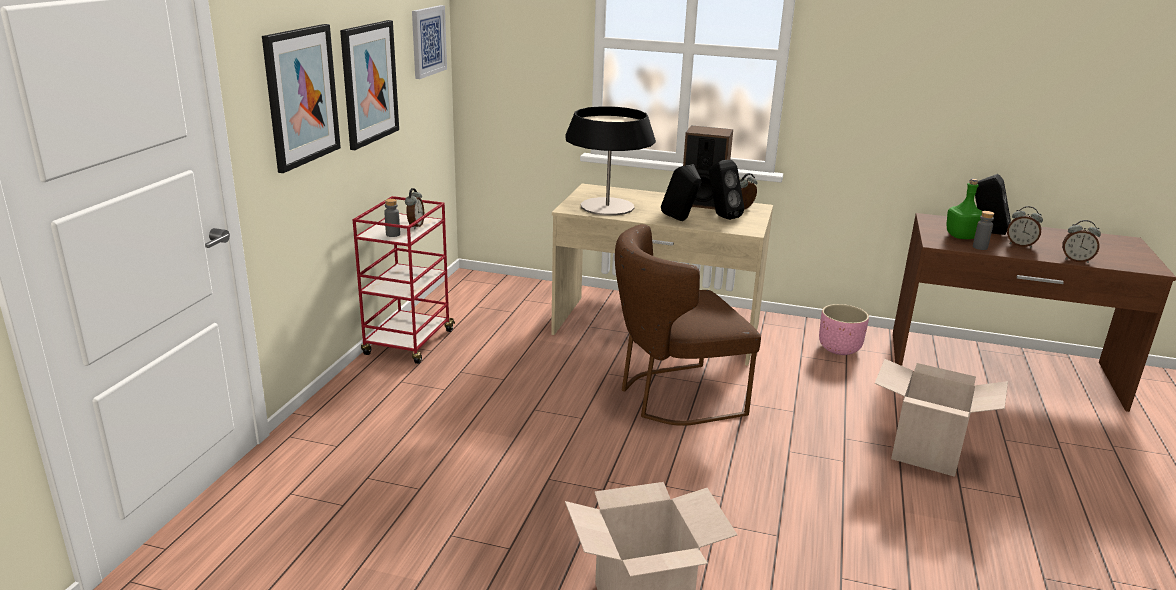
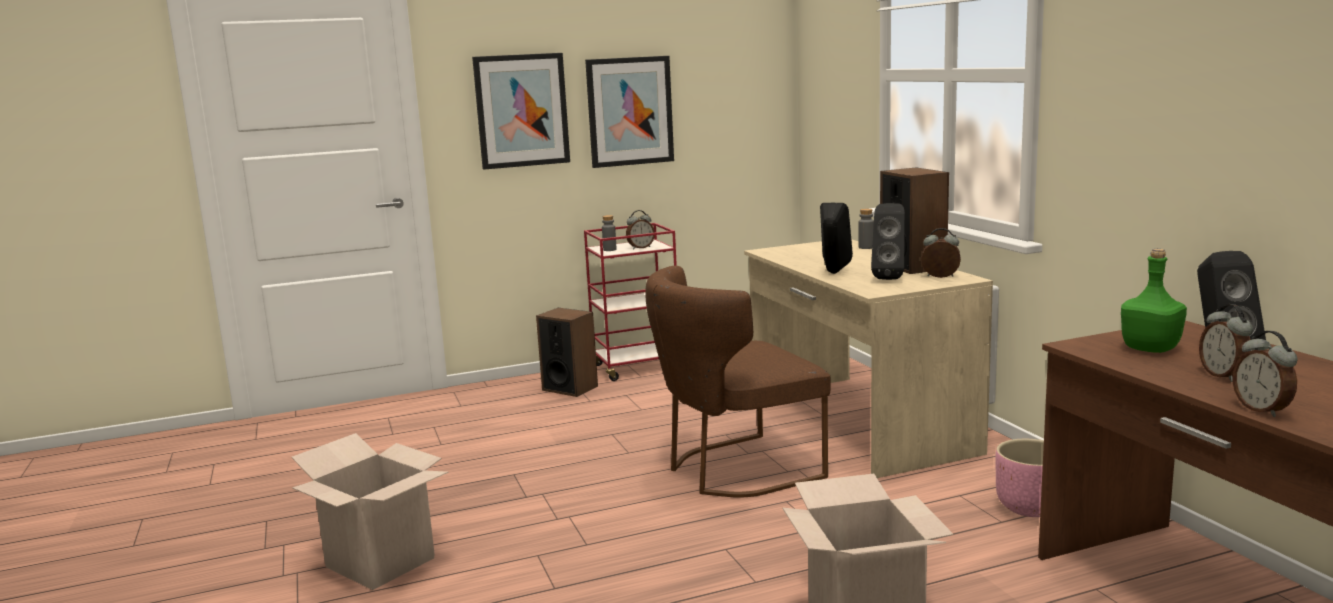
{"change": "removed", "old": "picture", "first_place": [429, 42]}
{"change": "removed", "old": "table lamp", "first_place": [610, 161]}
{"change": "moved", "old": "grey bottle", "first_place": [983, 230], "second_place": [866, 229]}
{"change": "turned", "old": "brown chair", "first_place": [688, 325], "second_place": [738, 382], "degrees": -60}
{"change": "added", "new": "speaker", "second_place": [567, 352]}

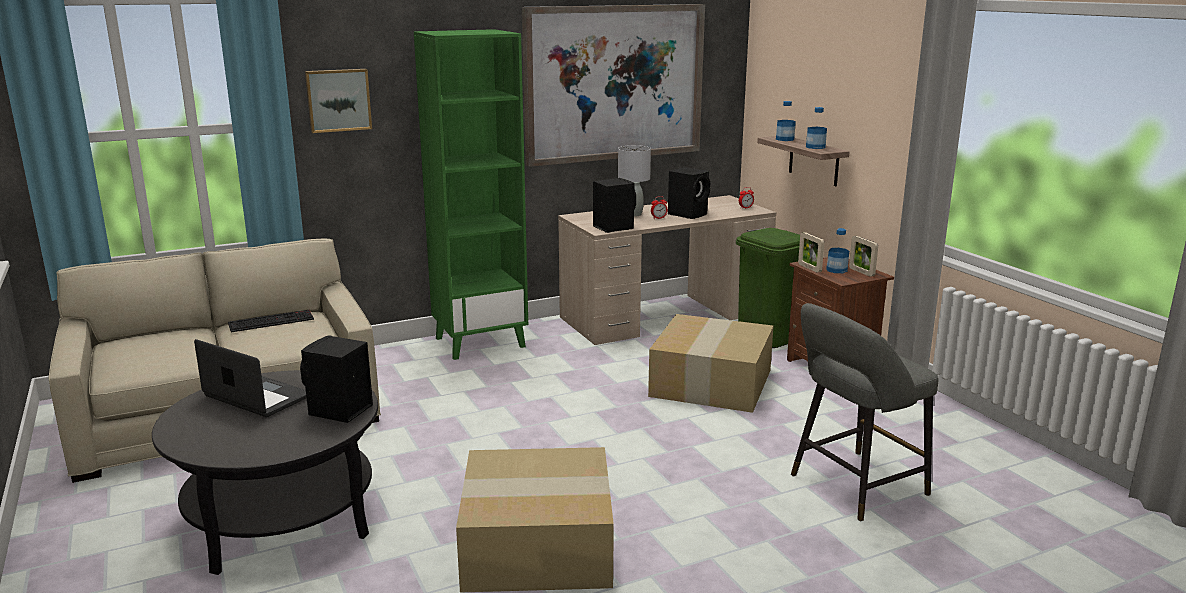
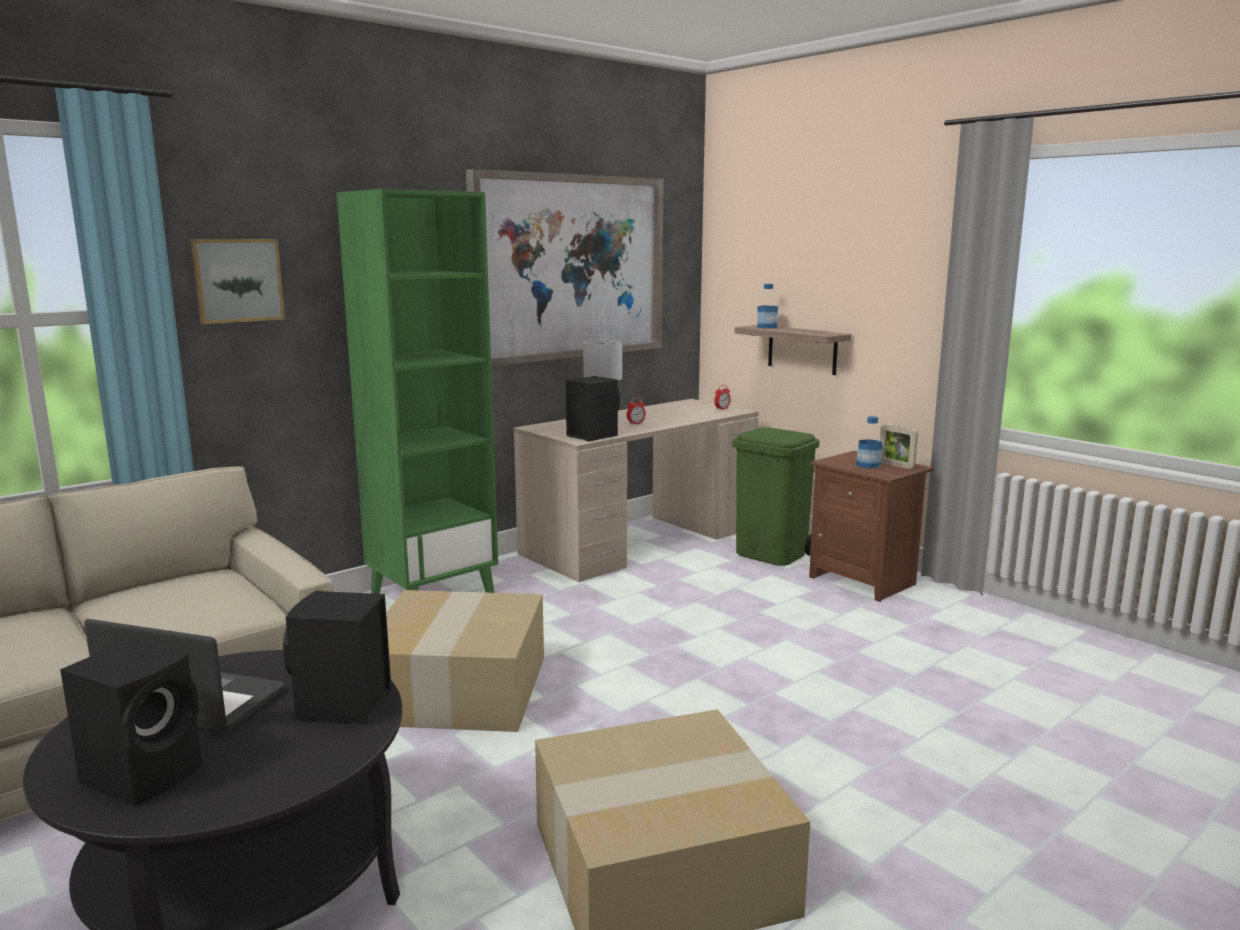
{"change": "removed", "old": "bottle", "first_place": [816, 128]}
{"change": "moved", "old": "black speaker", "first_place": [689, 193], "second_place": [131, 722]}
{"change": "removed", "old": "picture frame", "first_place": [811, 252]}
{"change": "removed", "old": "grey stool", "first_place": [865, 412]}
{"change": "removed", "old": "keyboard", "first_place": [271, 321]}
{"change": "moved", "old": "cardboard box", "first_place": [710, 363], "second_place": [465, 661]}

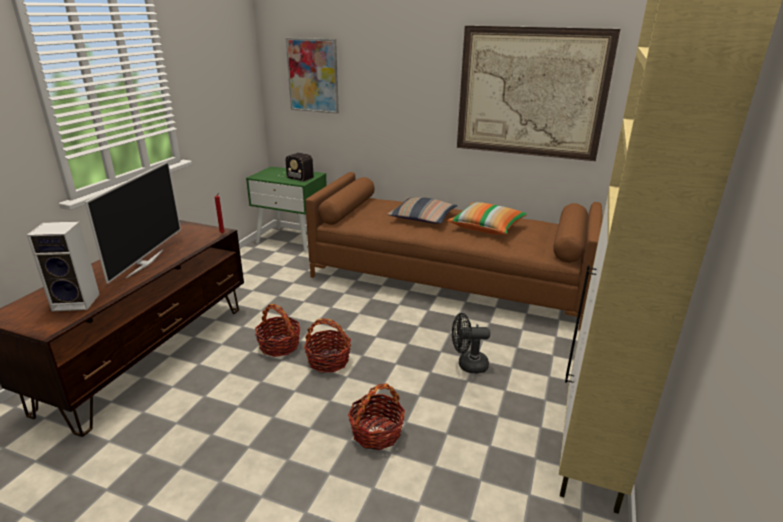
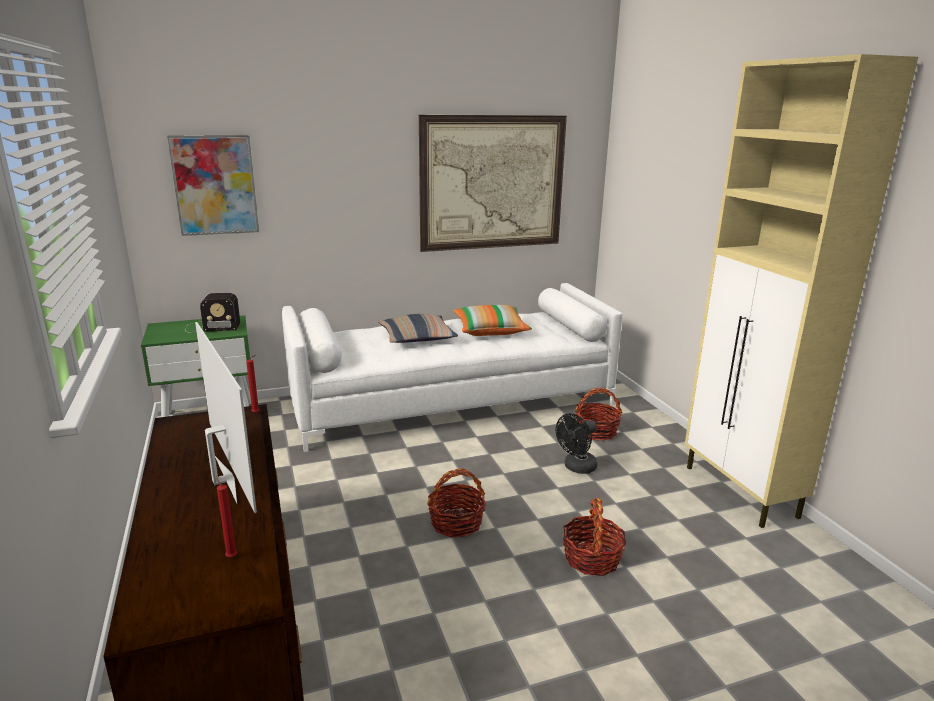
{"change": "recoloured", "old": "brown sofa", "new": "white sofa", "first_place": [453, 251], "second_place": [452, 367]}
{"change": "replaced", "old": "speaker", "new": "red candle", "first_place": [63, 266], "second_place": [226, 516]}
{"change": "moved", "old": "basket", "first_place": [277, 330], "second_place": [598, 414]}

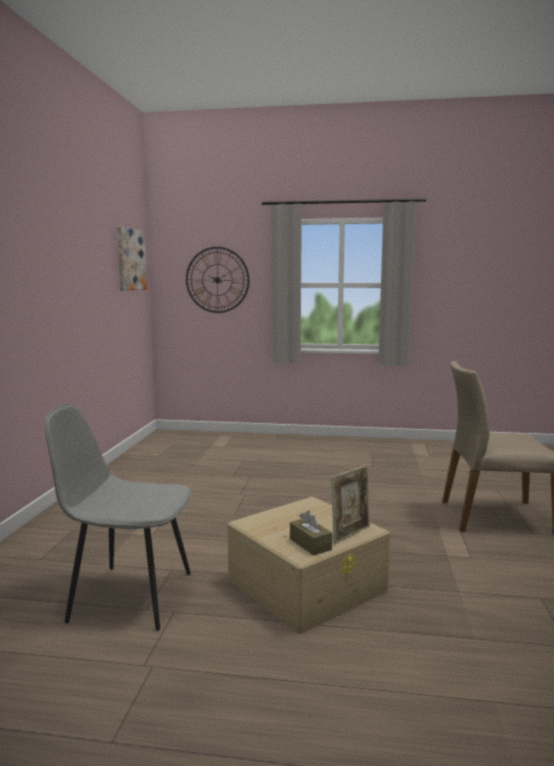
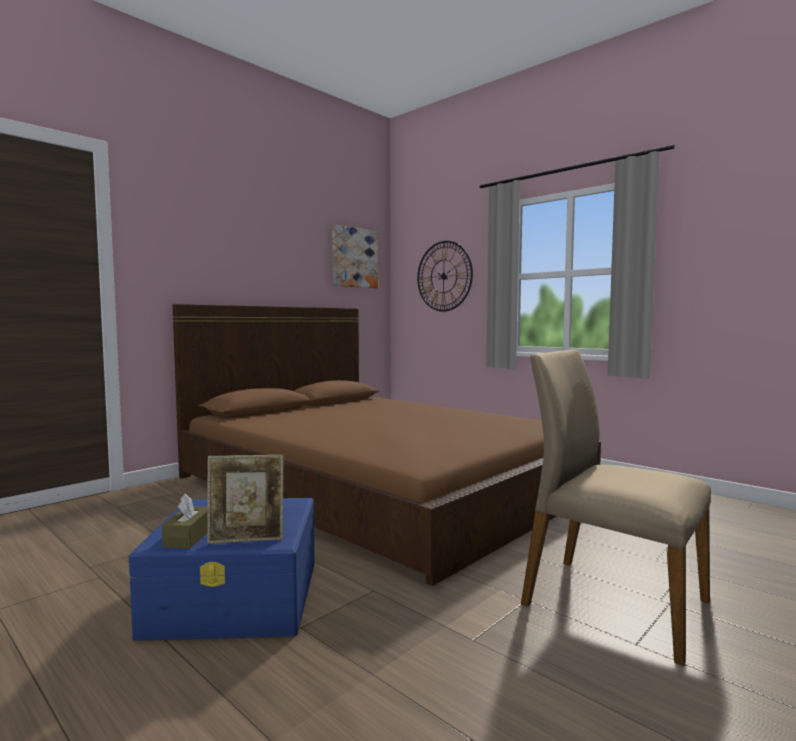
{"change": "removed", "old": "grey chair", "first_place": [118, 517]}
{"change": "recoloured", "old": "beige storage box", "new": "blue storage box", "first_place": [308, 565], "second_place": [222, 569]}
{"change": "added", "new": "brown bed", "second_place": [386, 445]}

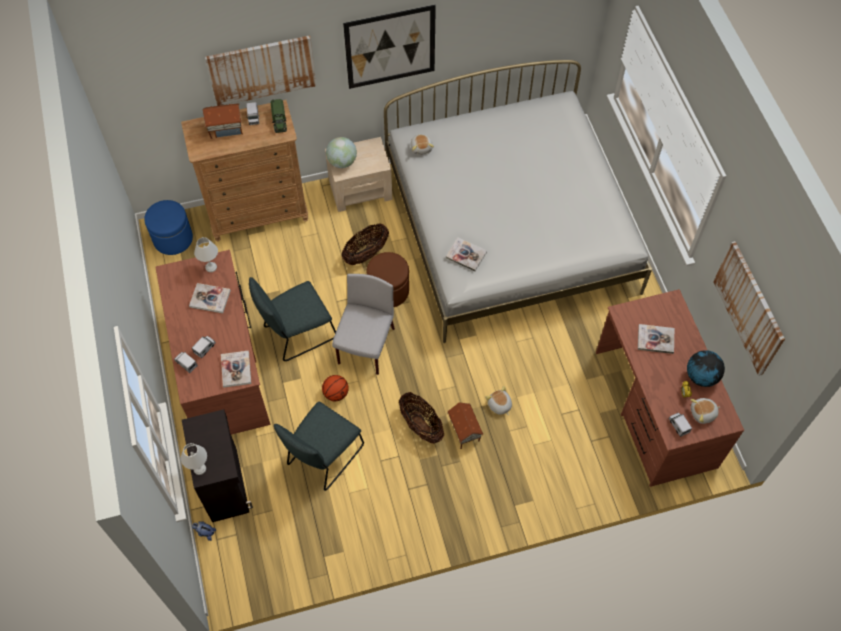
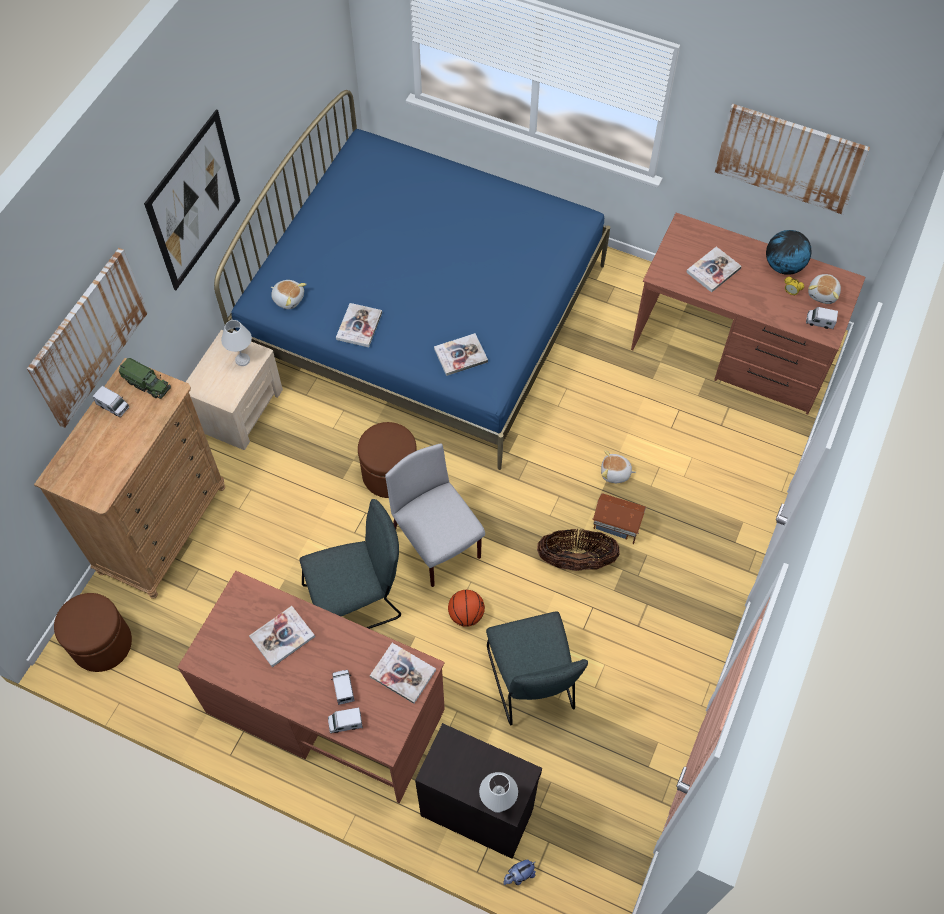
{"change": "recoloured", "old": "white bed", "new": "blue bed", "first_place": [518, 201], "second_place": [412, 280]}
{"change": "removed", "old": "toy house", "first_place": [222, 121]}
{"change": "removed", "old": "globe", "first_place": [341, 152]}
{"change": "recoloured", "old": "blue ottoman", "new": "brown ottoman", "first_place": [168, 227], "second_place": [93, 632]}
{"change": "removed", "old": "basket", "first_place": [365, 244]}
{"change": "moved", "old": "white table lamp", "first_place": [206, 254], "second_place": [236, 343]}
{"change": "turned", "old": "grey chair", "first_place": [292, 319], "second_place": [350, 564], "degrees": -120}
{"change": "added", "new": "book", "second_place": [359, 325]}

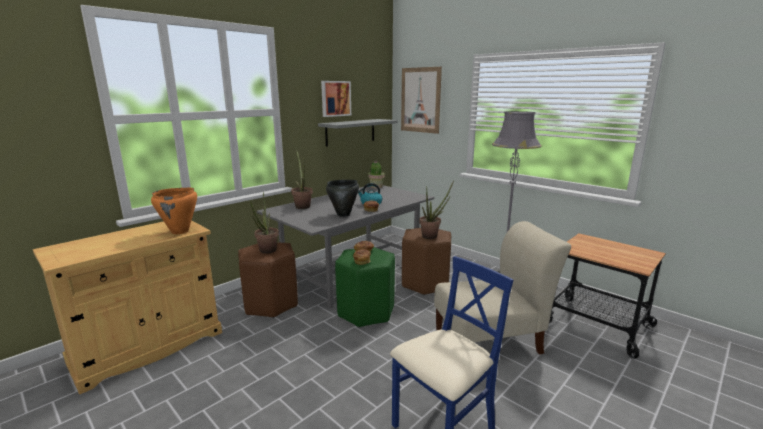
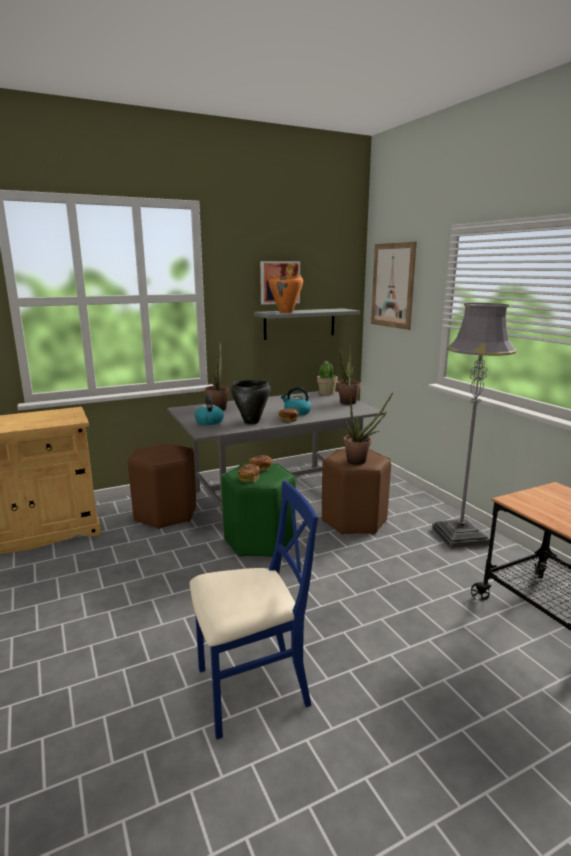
{"change": "moved", "old": "orange cooking pot", "first_place": [174, 211], "second_place": [286, 294]}
{"change": "moved", "old": "potted plant", "first_place": [264, 223], "second_place": [349, 375]}
{"change": "removed", "old": "beige chair", "first_place": [502, 287]}
{"change": "added", "new": "kettle", "second_place": [209, 410]}

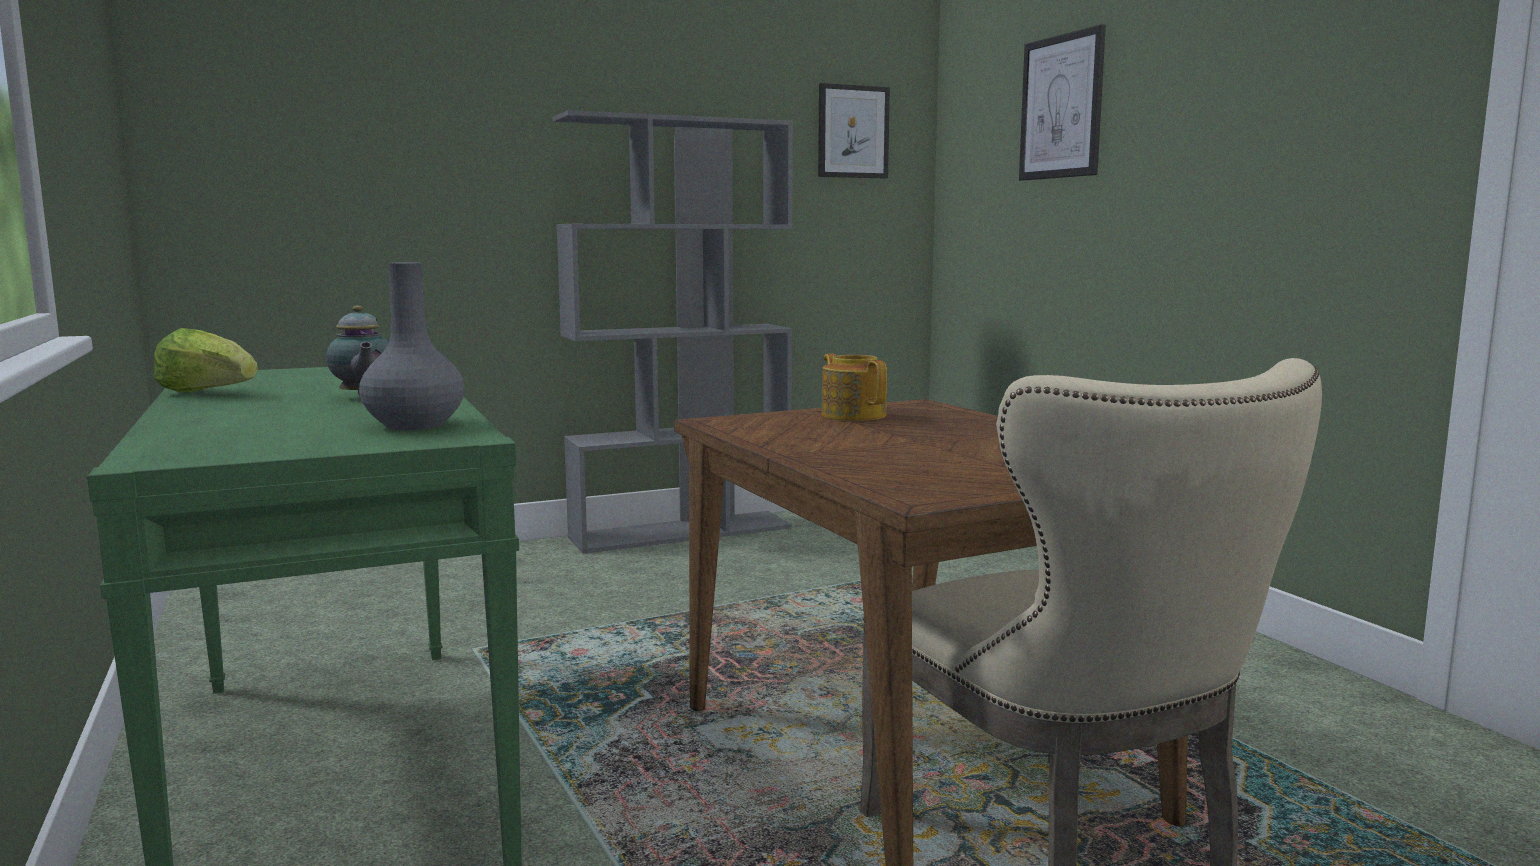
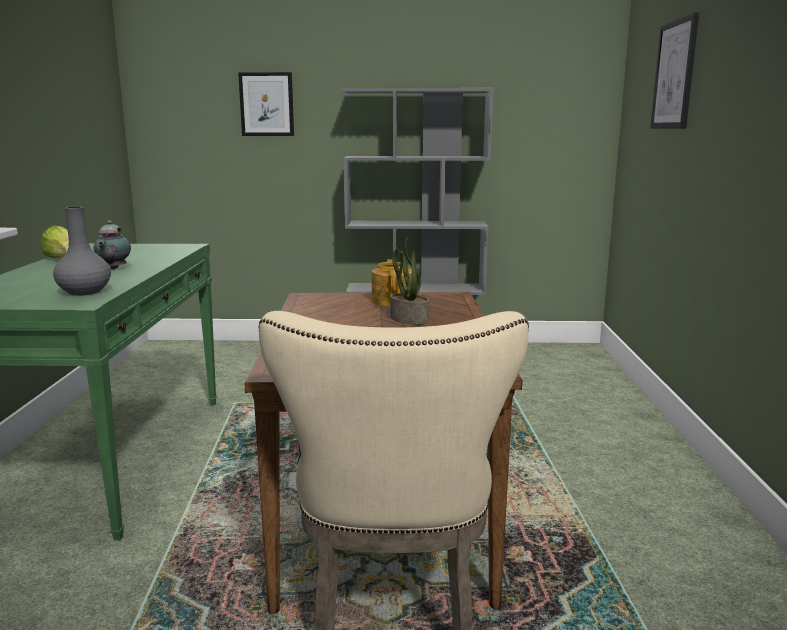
{"change": "moved", "old": "picture", "first_place": [854, 131], "second_place": [266, 104]}
{"change": "added", "new": "potted plant", "second_place": [410, 280]}

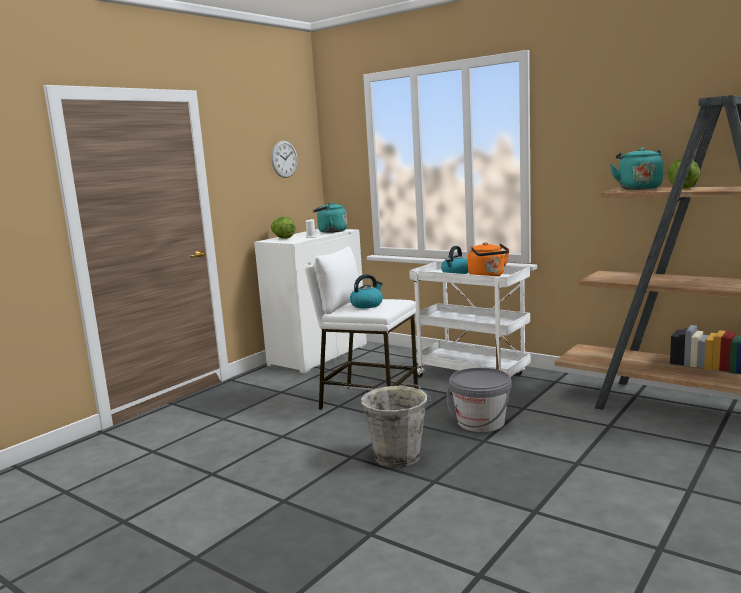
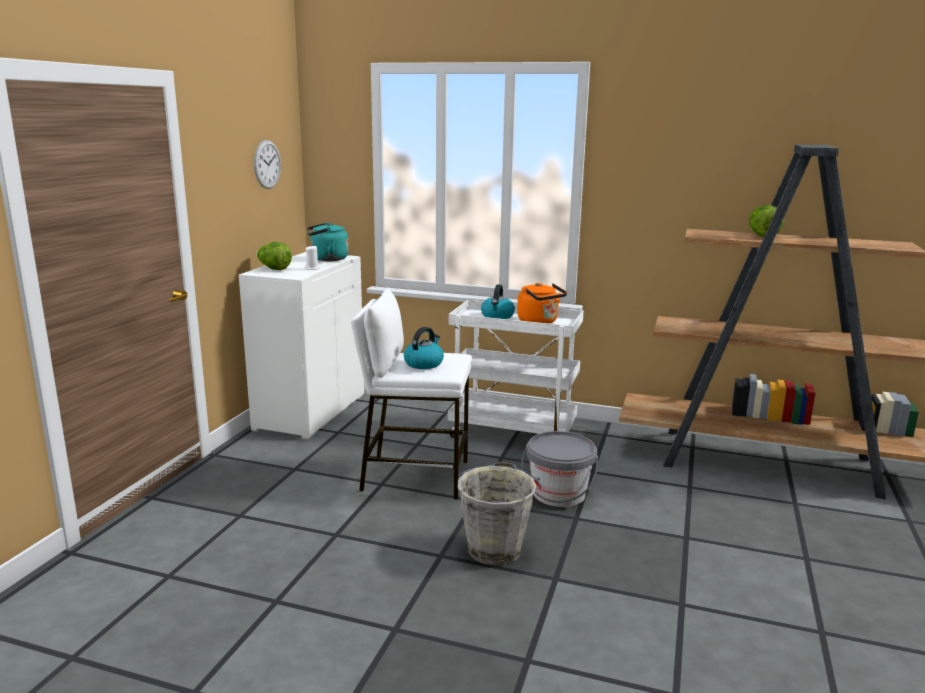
{"change": "removed", "old": "turquoise kettle", "first_place": [637, 168]}

